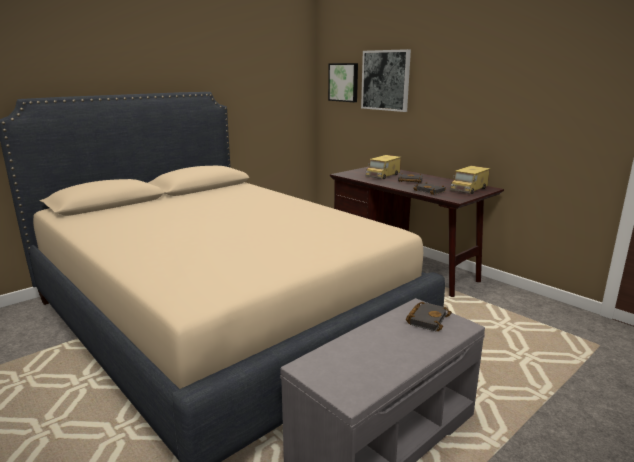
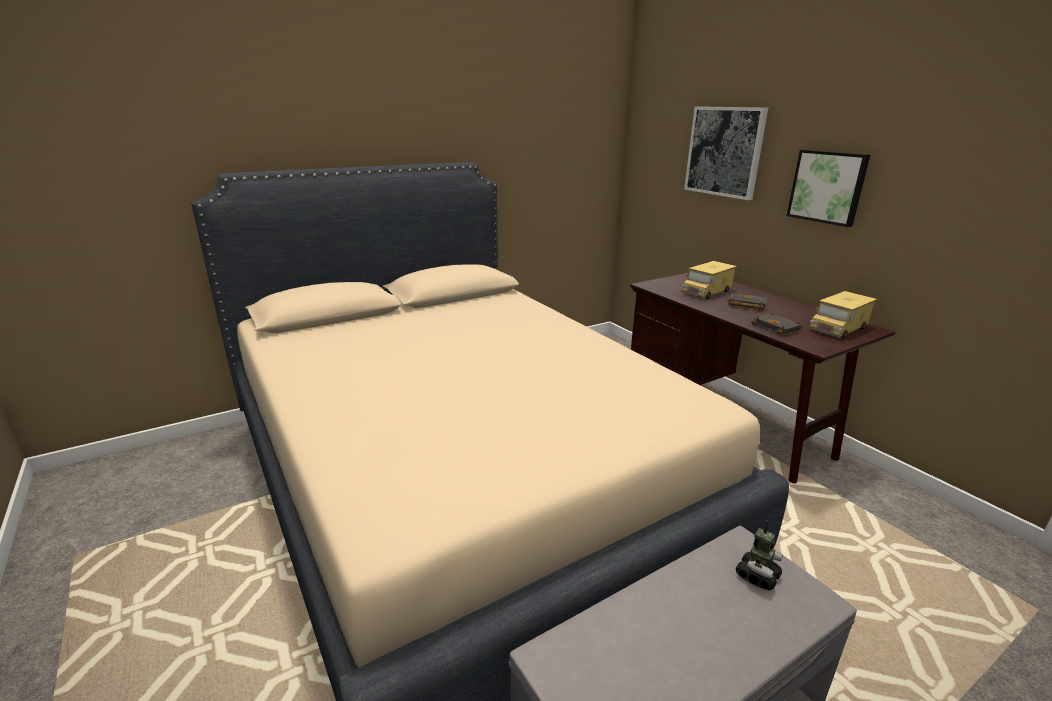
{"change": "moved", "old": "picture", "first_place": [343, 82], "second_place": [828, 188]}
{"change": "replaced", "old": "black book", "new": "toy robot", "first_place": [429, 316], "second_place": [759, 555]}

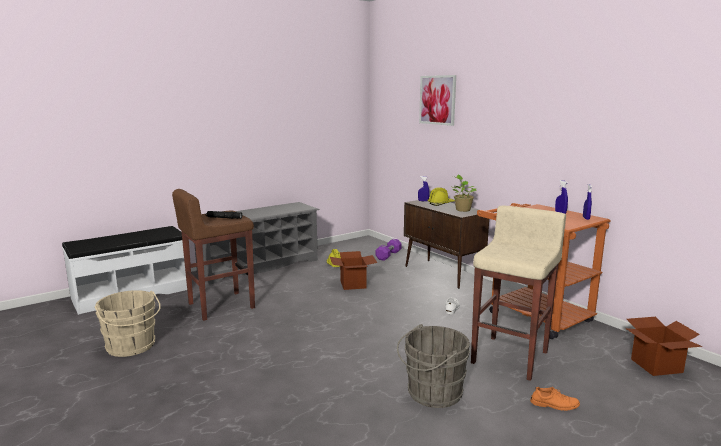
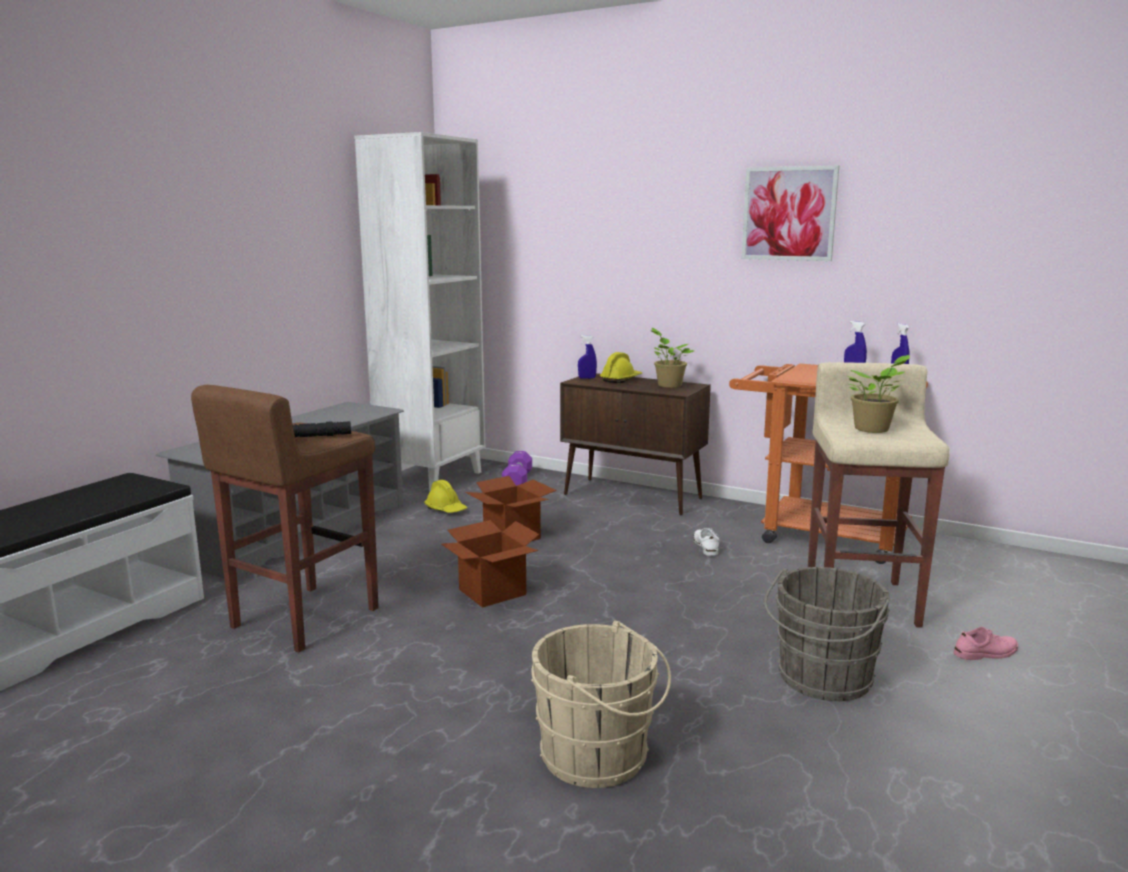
{"change": "moved", "old": "picture", "first_place": [437, 100], "second_place": [790, 213]}
{"change": "moved", "old": "beige bucket", "first_place": [128, 323], "second_place": [601, 704]}
{"change": "moved", "old": "cardboard box", "first_place": [663, 346], "second_place": [490, 564]}
{"change": "recoloured", "old": "orange shoe", "new": "pink shoe", "first_place": [555, 399], "second_place": [985, 643]}
{"change": "added", "new": "white bookcase", "second_place": [419, 312]}
{"change": "added", "new": "potted plant", "second_place": [878, 394]}

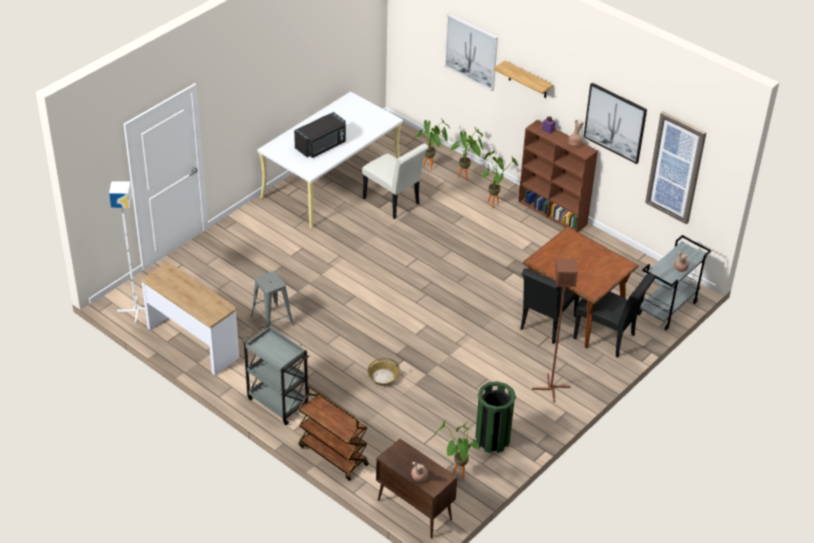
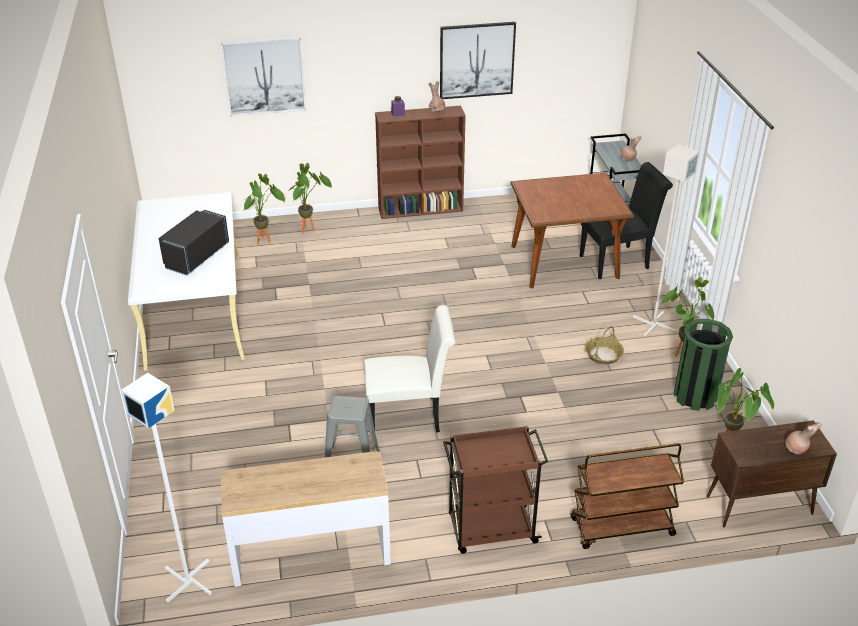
{"change": "removed", "old": "shelf", "first_place": [523, 79]}
{"change": "removed", "old": "picture", "first_place": [676, 168]}
{"change": "turned", "old": "black microwave", "first_place": [320, 135], "second_place": [194, 243], "degrees": -150}
{"change": "moved", "old": "white chair", "first_place": [395, 181], "second_place": [409, 368]}
{"change": "moved", "old": "potted plant", "first_place": [499, 179], "second_place": [687, 317]}
{"change": "recoloured", "old": "brown floor lamp", "new": "grey floor lamp", "first_place": [555, 330], "second_place": [666, 240]}
{"change": "removed", "old": "black chair", "first_place": [550, 306]}
{"change": "recoloured", "old": "grey cart", "new": "brown cart", "first_place": [275, 375], "second_place": [495, 490]}
{"change": "moved", "old": "basket", "first_place": [384, 372], "second_place": [604, 345]}

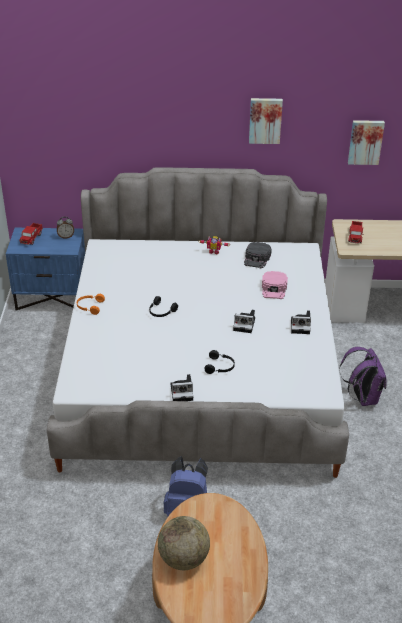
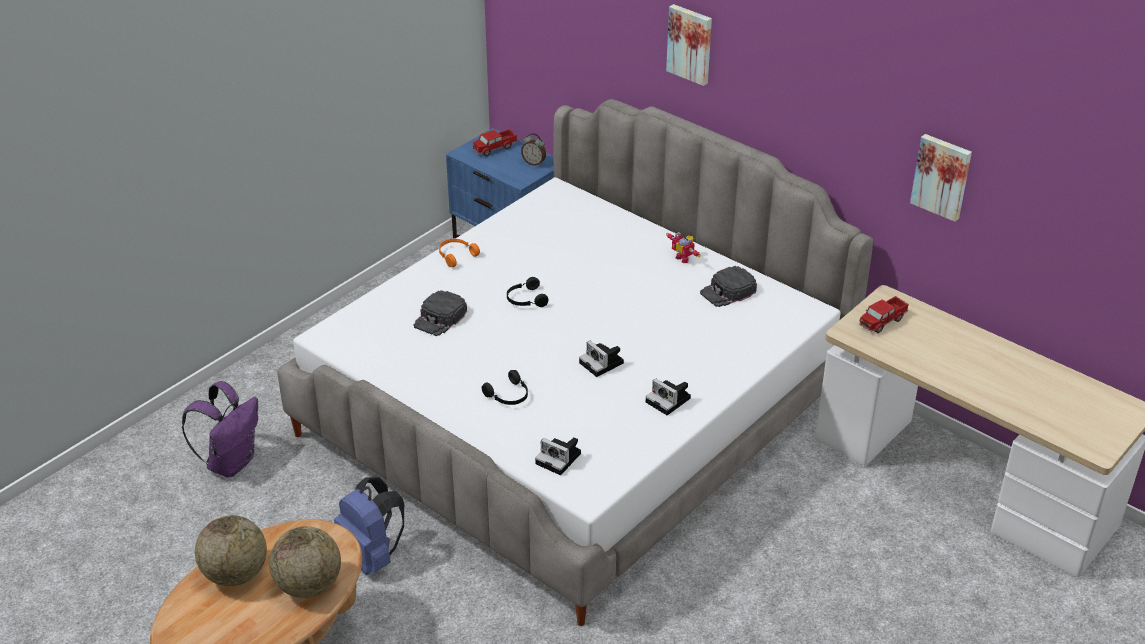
{"change": "moved", "old": "picture", "first_place": [266, 121], "second_place": [689, 45]}
{"change": "removed", "old": "pink cap", "first_place": [275, 285]}
{"change": "moved", "old": "purple backpack", "first_place": [363, 376], "second_place": [220, 429]}
{"change": "moved", "old": "photo camera", "first_place": [182, 387], "second_place": [558, 456]}
{"change": "added", "new": "black cap", "second_place": [440, 313]}
{"change": "added", "new": "globe", "second_place": [305, 562]}

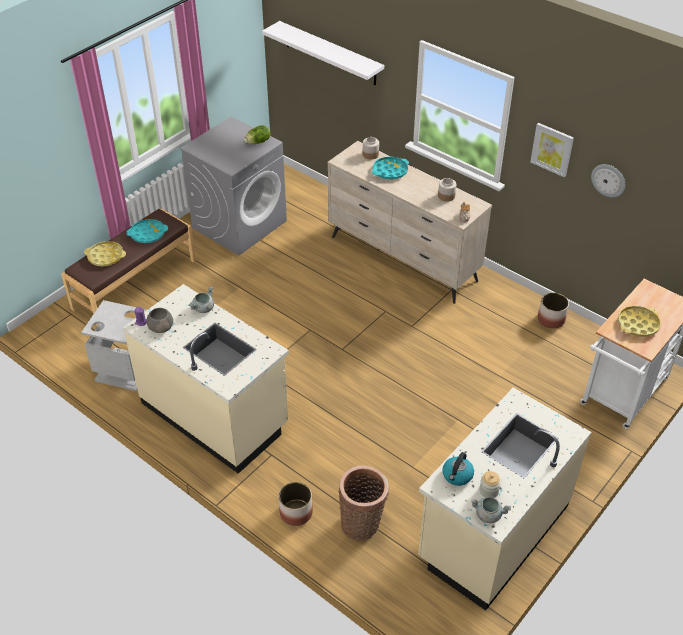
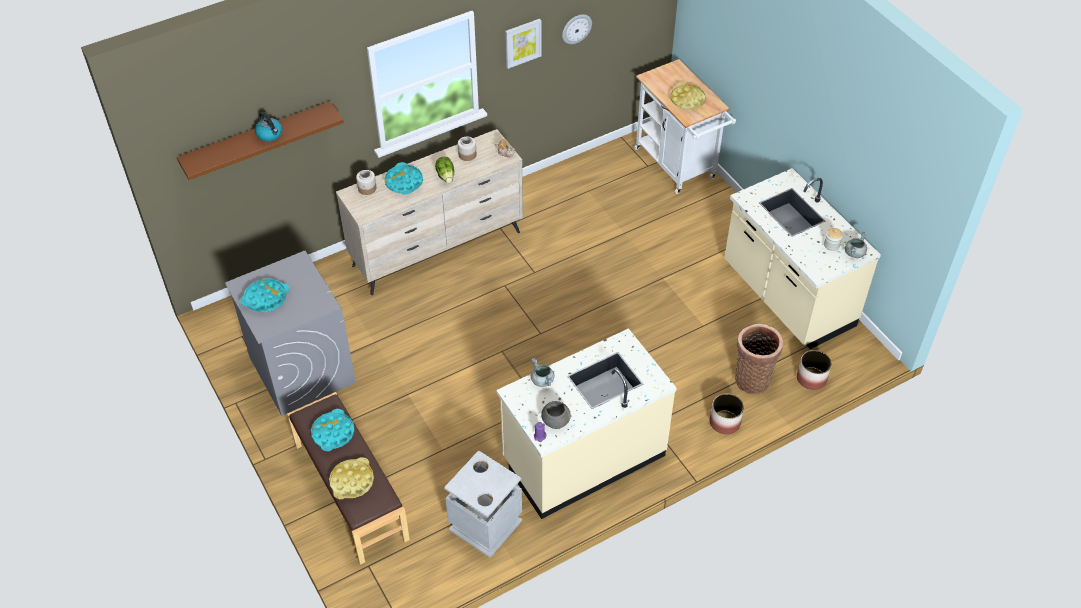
{"change": "recoloured", "old": "white shelf", "new": "brown shelf", "first_place": [323, 53], "second_place": [260, 140]}
{"change": "moved", "old": "lettuce", "first_place": [257, 135], "second_place": [444, 170]}
{"change": "moved", "old": "planter", "first_place": [553, 310], "second_place": [814, 370]}
{"change": "moved", "old": "kettle", "first_place": [458, 469], "second_place": [269, 126]}
{"change": "added", "new": "turquoise tray", "second_place": [264, 295]}

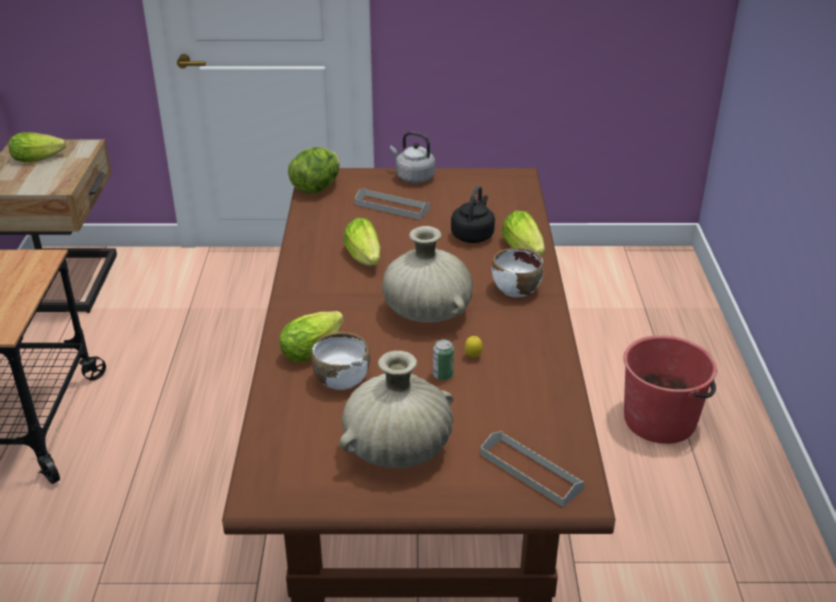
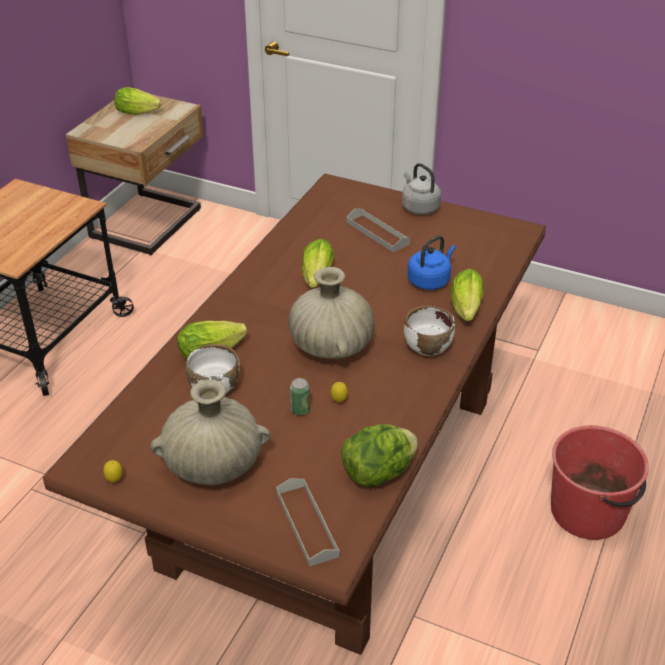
{"change": "moved", "old": "lettuce", "first_place": [314, 170], "second_place": [379, 455]}
{"change": "recoloured", "old": "black kettle", "new": "blue kettle", "first_place": [473, 214], "second_place": [431, 262]}
{"change": "added", "new": "lemon", "second_place": [113, 471]}

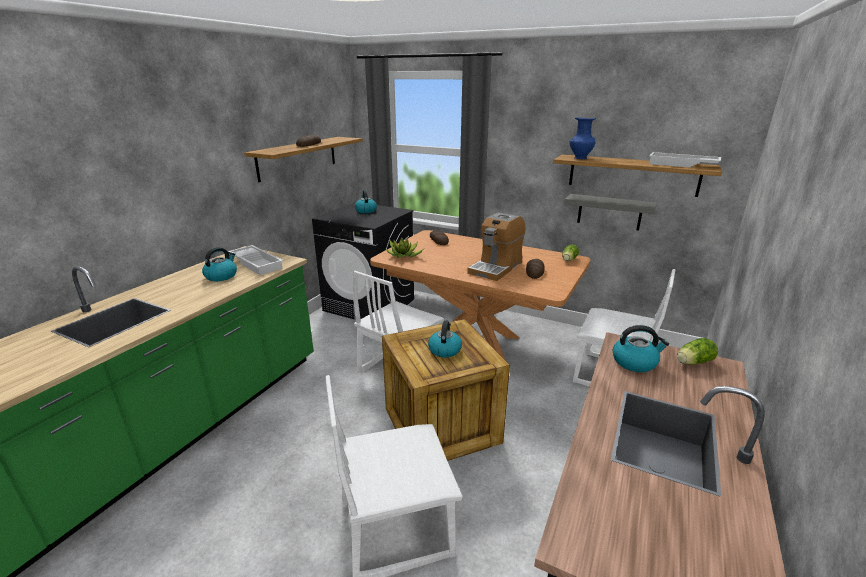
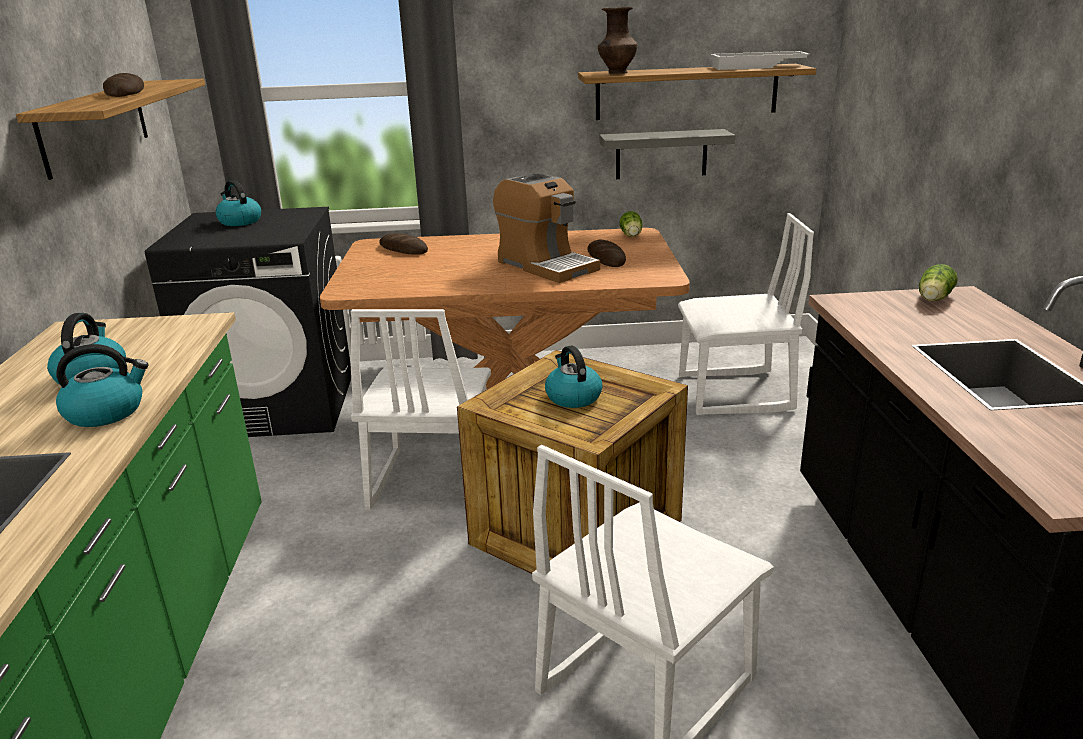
{"change": "recoloured", "old": "blue vase", "new": "brown vase", "first_place": [583, 138], "second_place": [617, 40]}
{"change": "turned", "old": "coffee machine", "first_place": [496, 246], "second_place": [546, 228], "degrees": -45}
{"change": "removed", "old": "potted plant", "first_place": [405, 247]}
{"change": "removed", "old": "white tray", "first_place": [255, 260]}
{"change": "moved", "old": "kettle", "first_place": [641, 348], "second_place": [102, 385]}

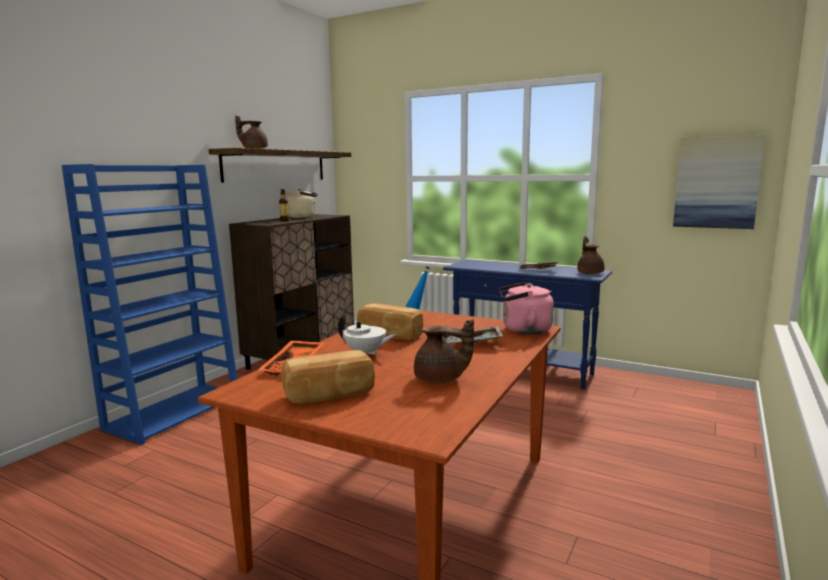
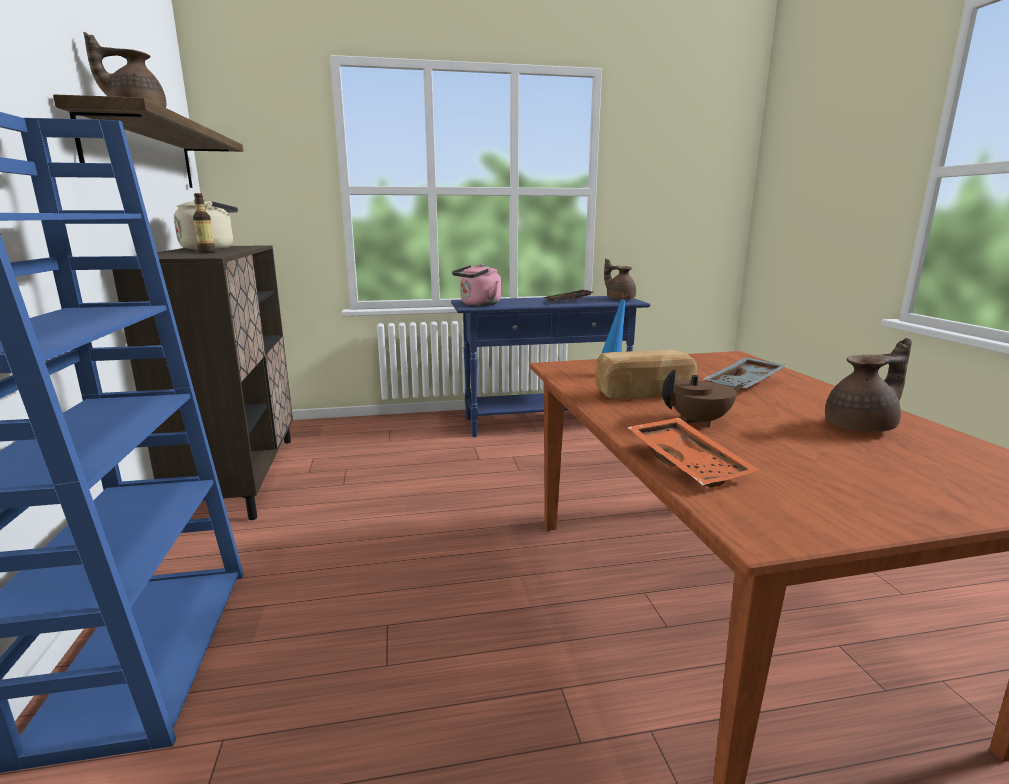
{"change": "removed", "old": "picture", "first_place": [719, 182]}
{"change": "moved", "old": "pink kettle", "first_place": [526, 308], "second_place": [476, 285]}
{"change": "recoloured", "old": "white teapot", "new": "brown teapot", "first_place": [366, 335], "second_place": [703, 398]}
{"change": "removed", "old": "bread", "first_place": [328, 376]}

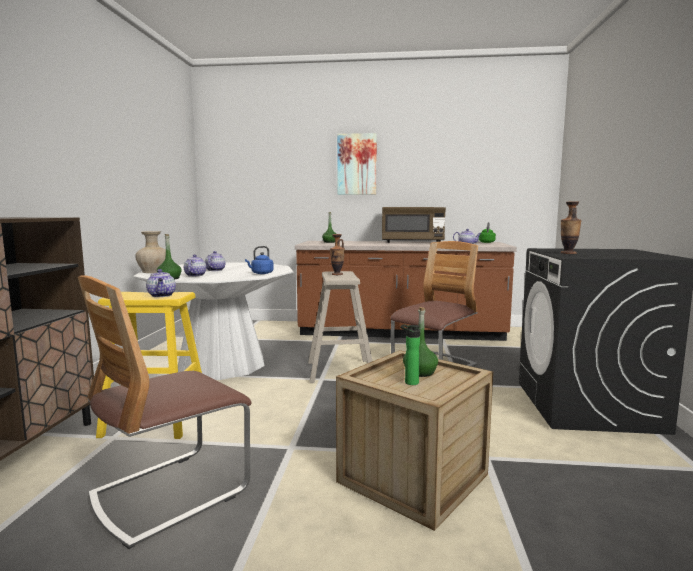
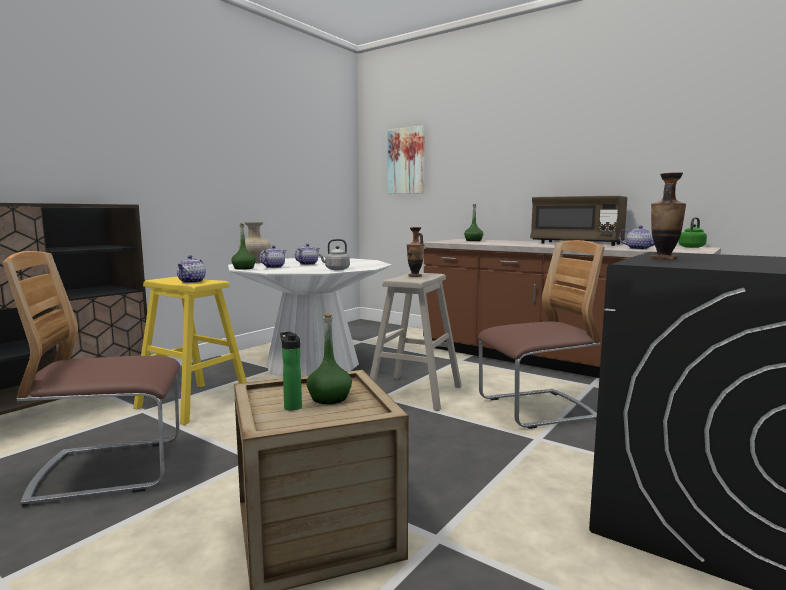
{"change": "moved", "old": "picture", "first_place": [357, 164], "second_place": [406, 159]}
{"change": "recoloured", "old": "blue kettle", "new": "grey kettle", "first_place": [259, 260], "second_place": [334, 254]}

